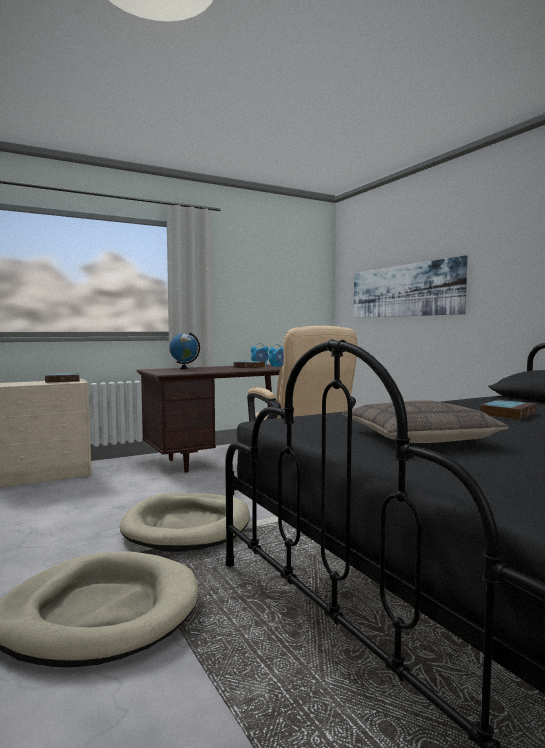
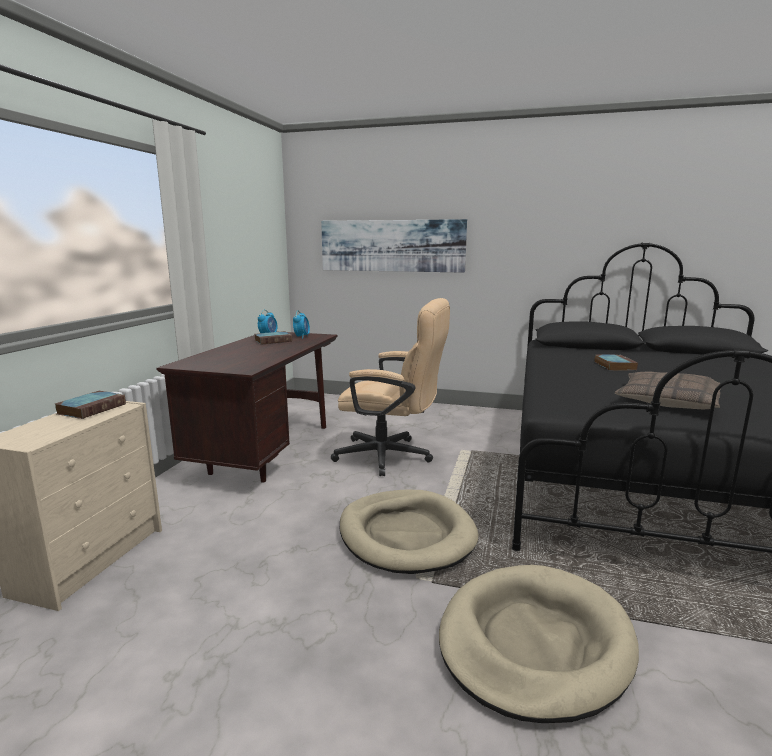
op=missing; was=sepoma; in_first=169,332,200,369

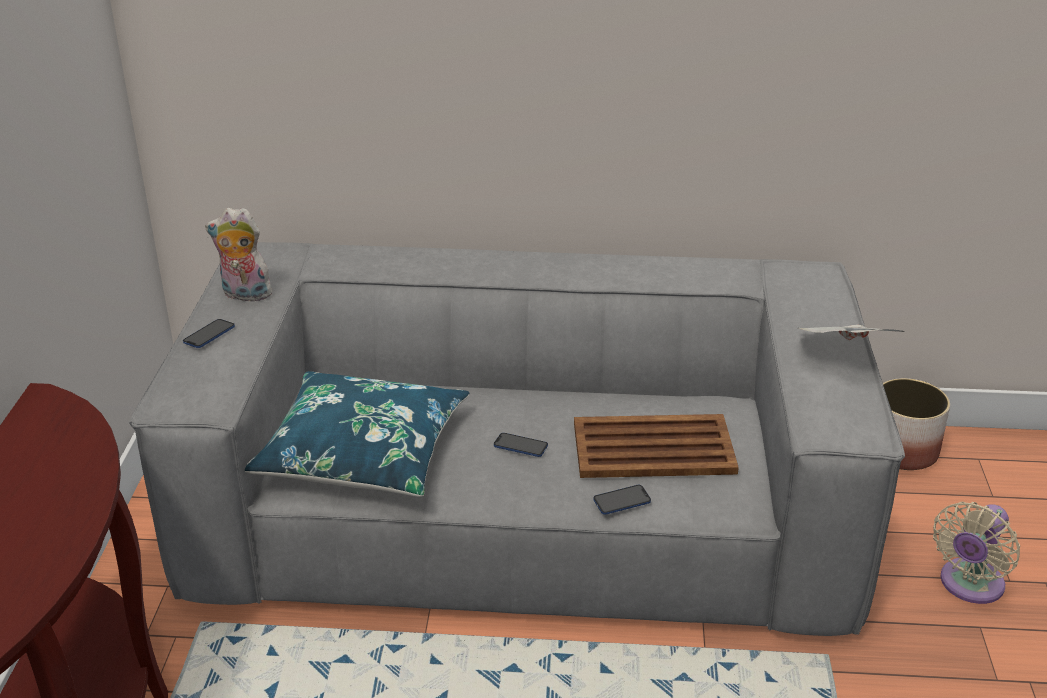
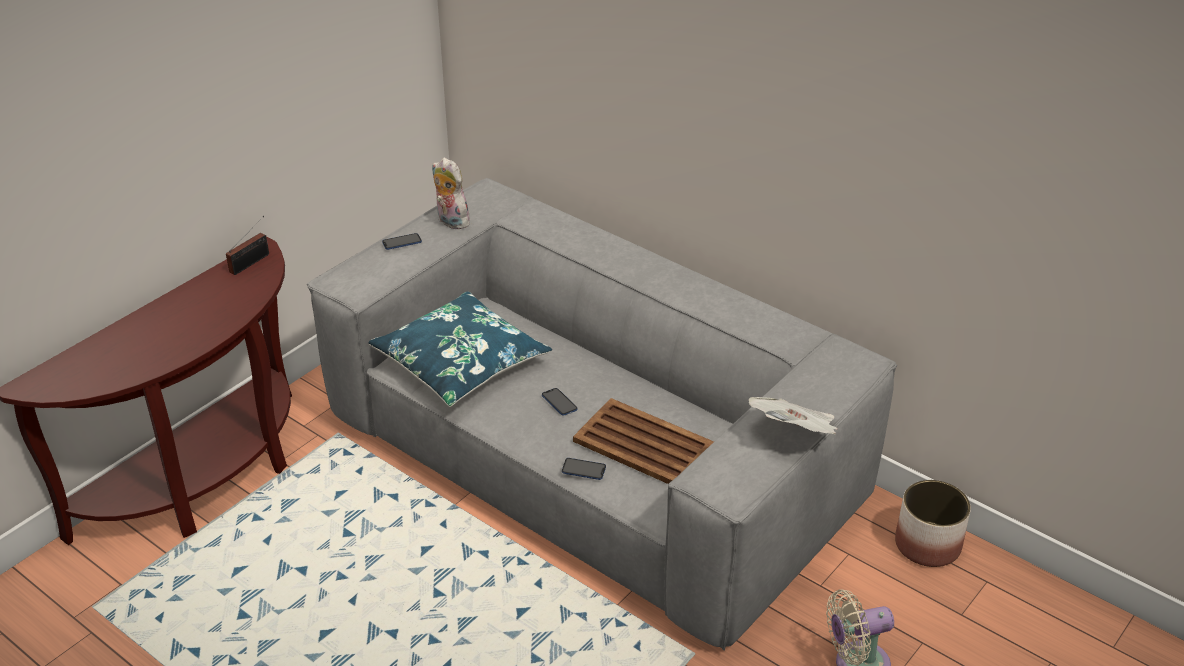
op=appeared; now=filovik; in_second=226,216,269,275

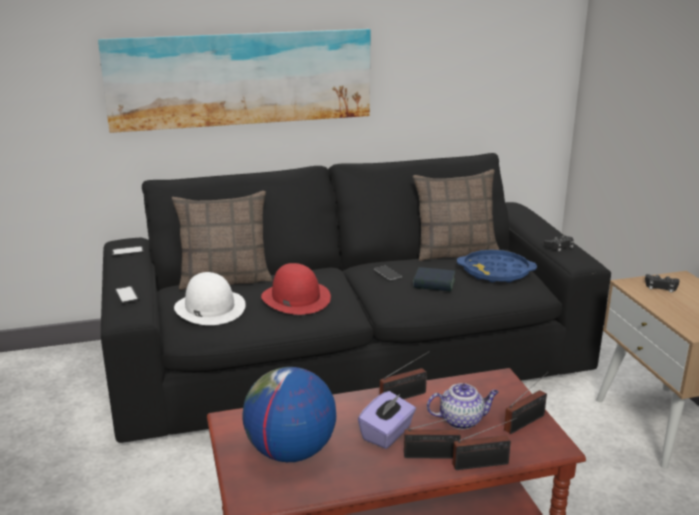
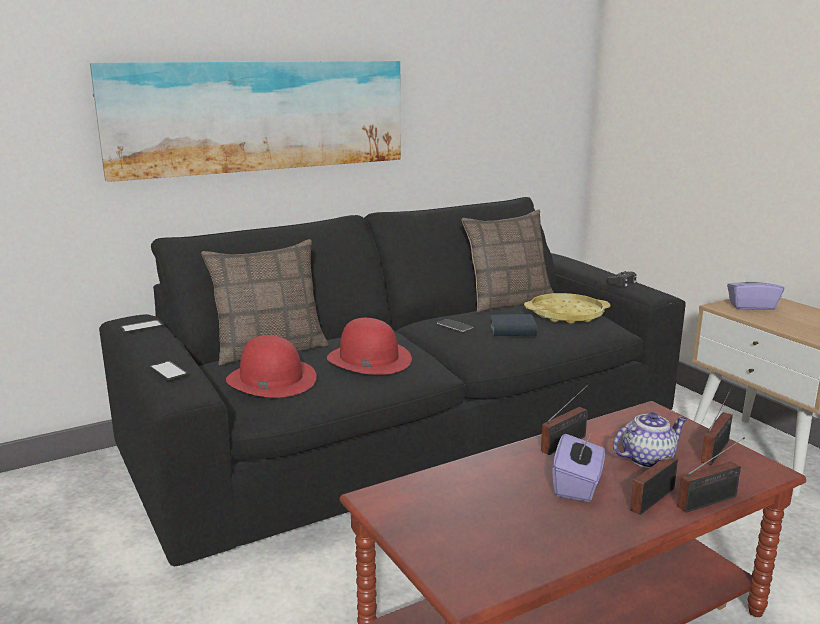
op=colour; was=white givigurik; now=red givigurik; in_first=174,272,246,325; in_second=226,335,317,398
op=missing; was=sepoma; in_first=242,367,336,462
op=spun; was=filovik; in_first=404,413,468,459; in_second=630,456,678,515; clockwise=150
op=colour; was=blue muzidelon; now=yellow muzidelon; in_first=457,250,537,283; in_second=524,293,610,324
op=exchanged; was=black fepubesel; now=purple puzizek; in_first=645,274,680,293; in_second=727,270,784,310

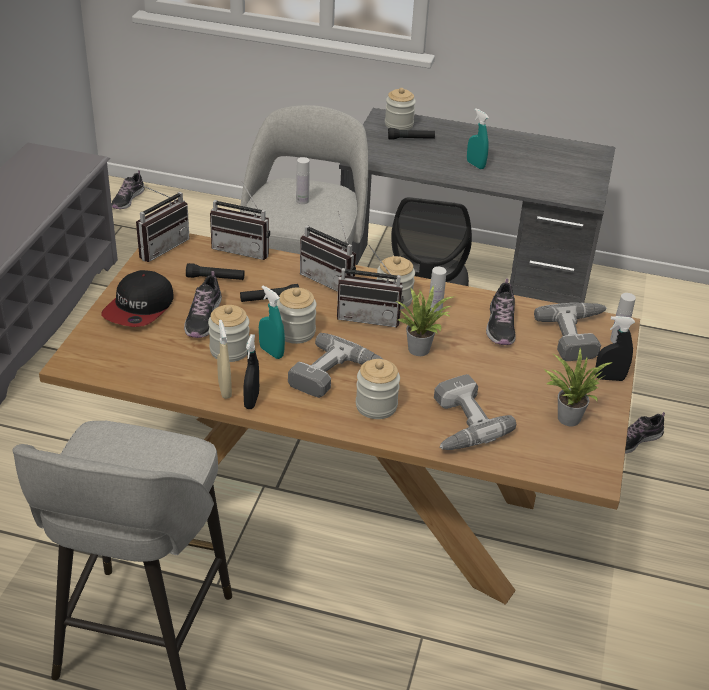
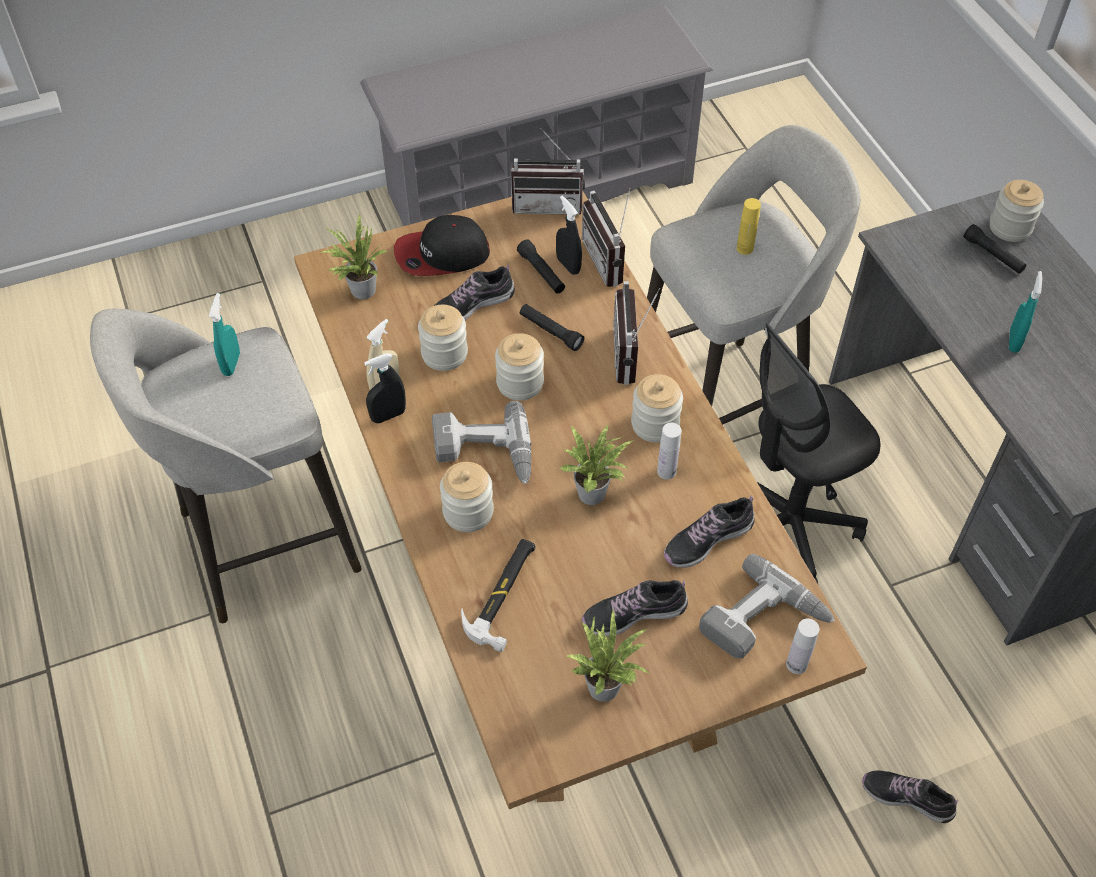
op=relocated; was=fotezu; in_first=112,170,145,209; in_second=582,580,688,636
op=relocated; was=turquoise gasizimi; in_first=259,286,285,359; in_second=209,293,240,376
op=colour; was=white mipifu; now=yellow mipifu; in_first=296,157,310,204; in_second=737,198,761,255
op=missing; was=filovik; in_first=337,245,404,327
op=exchanged; was=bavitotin; now=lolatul; in_first=434,374,516,450; in_second=461,539,536,652
op=relocated; was=black gasizimi; in_first=595,316,635,381; in_second=556,196,582,275
op=appeared; now=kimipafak; in_second=321,214,387,299

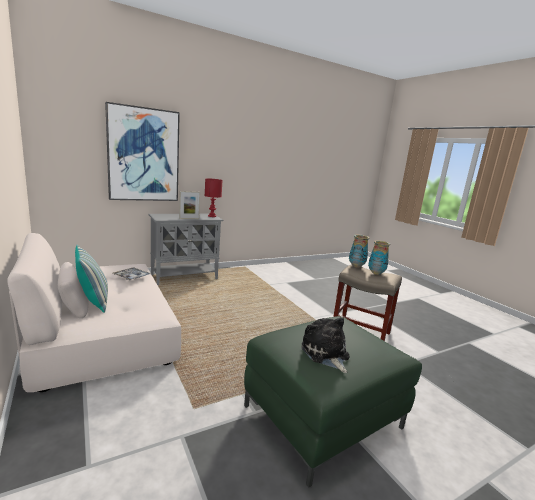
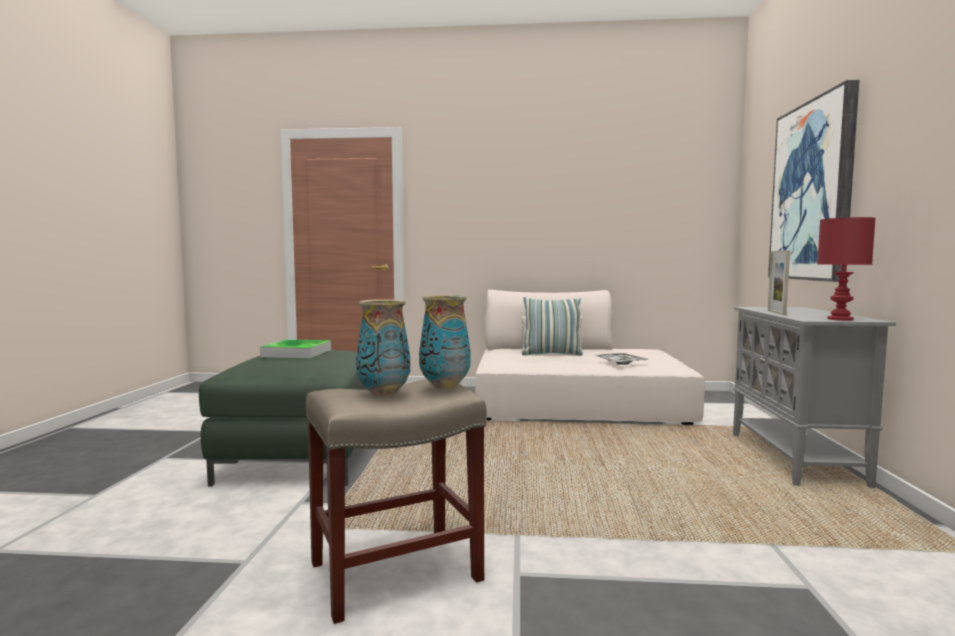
op=exchanged; was=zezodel; now=muzidelon; in_first=302,317,350,373; in_second=260,339,331,358

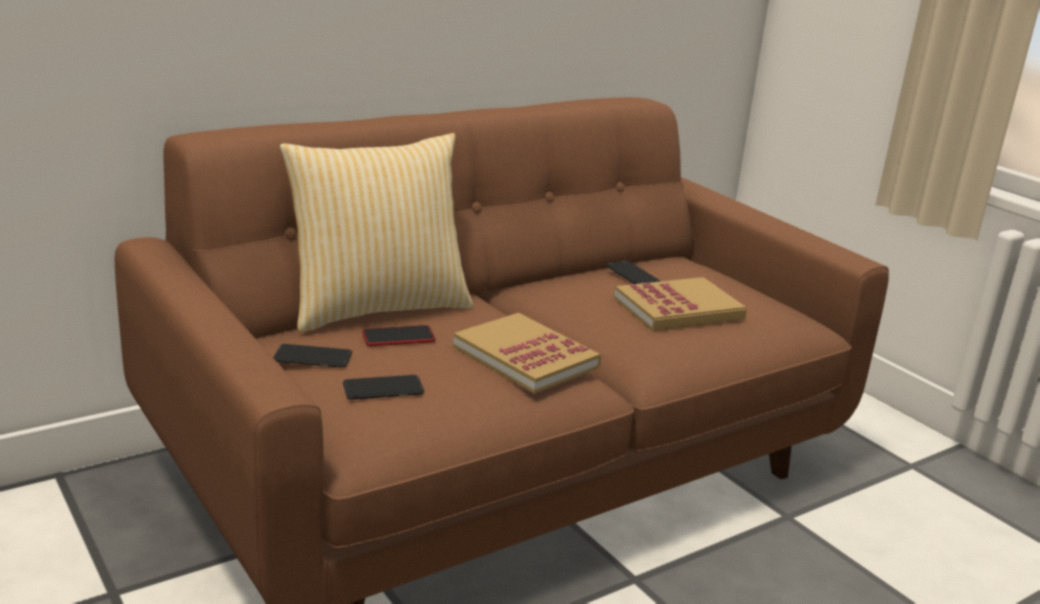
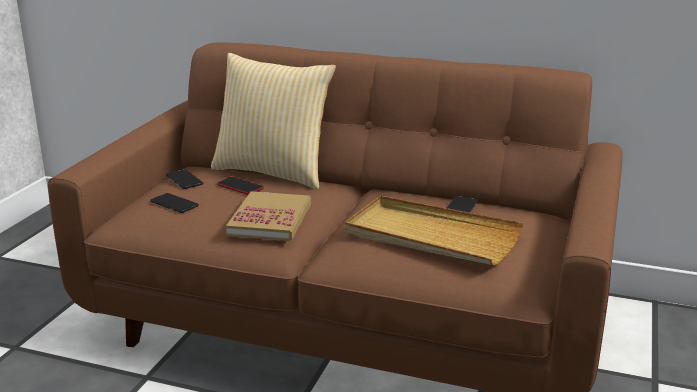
op=exchanged; was=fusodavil; now=beige muzidelon; in_first=614,277,747,331; in_second=345,196,524,265

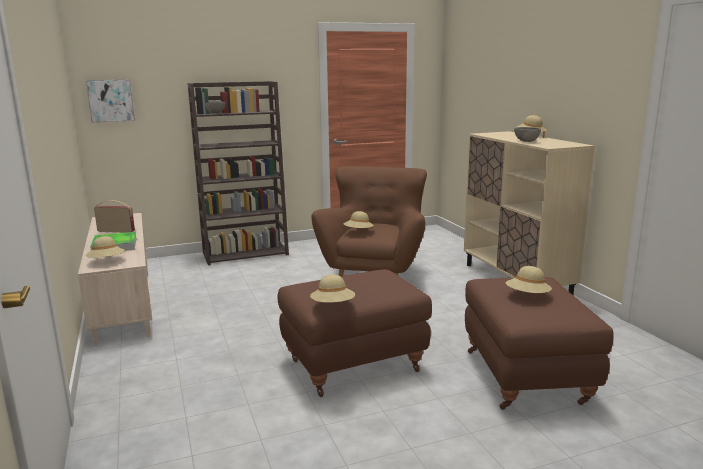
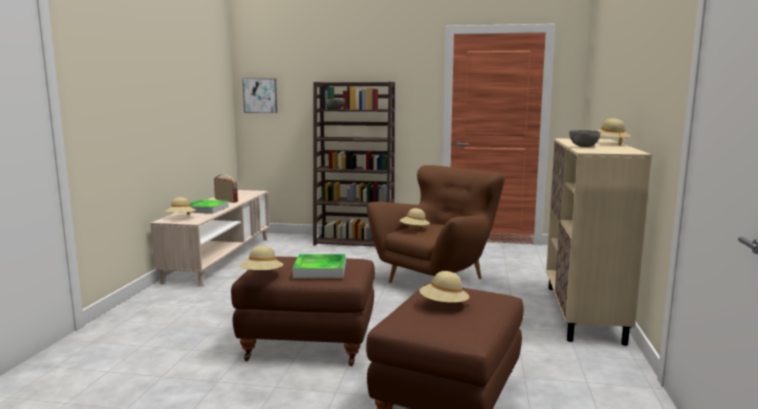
op=appeared; now=muzidelon; in_second=292,254,346,278

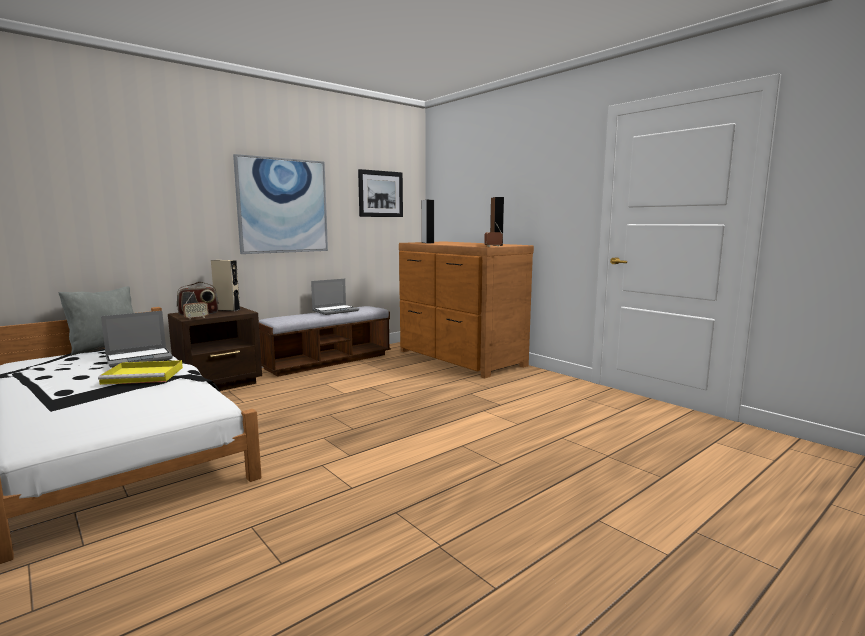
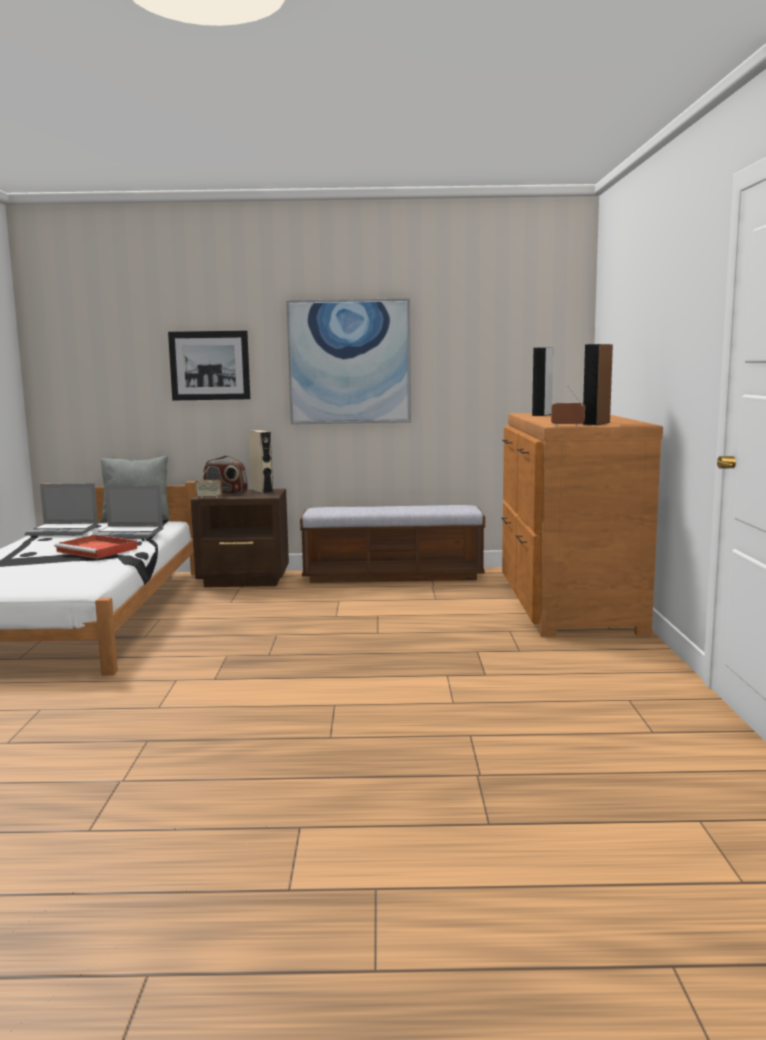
op=colour; was=yellow muzidelon; now=red muzidelon; in_first=98,360,183,385; in_second=54,535,137,559
op=relocated; was=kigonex; in_first=311,279,359,315; in_second=26,483,98,536
op=relocated; was=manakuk; in_first=358,169,403,217; in_second=168,331,250,400

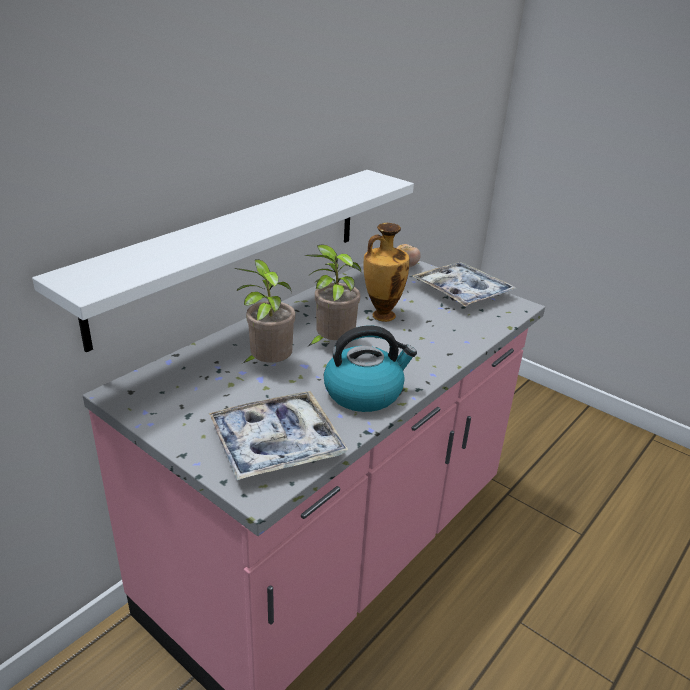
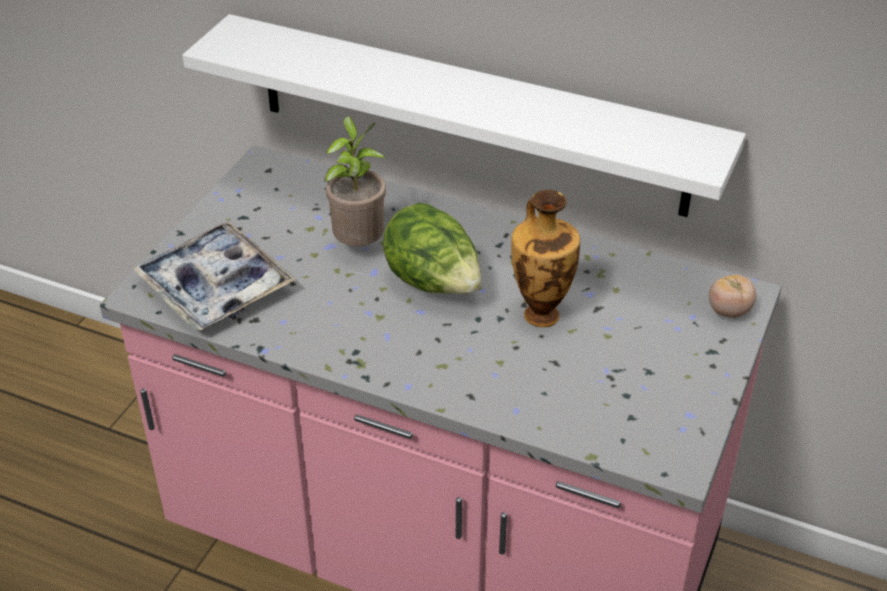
op=exchanged; was=kimipafak; now=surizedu; in_first=304,244,362,347; in_second=383,203,482,294
op=missing; was=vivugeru; in_first=324,325,417,412
op=missing; was=muzidelon; in_first=412,262,517,307

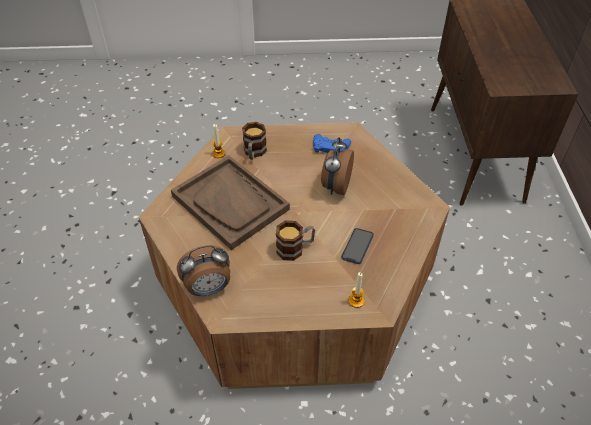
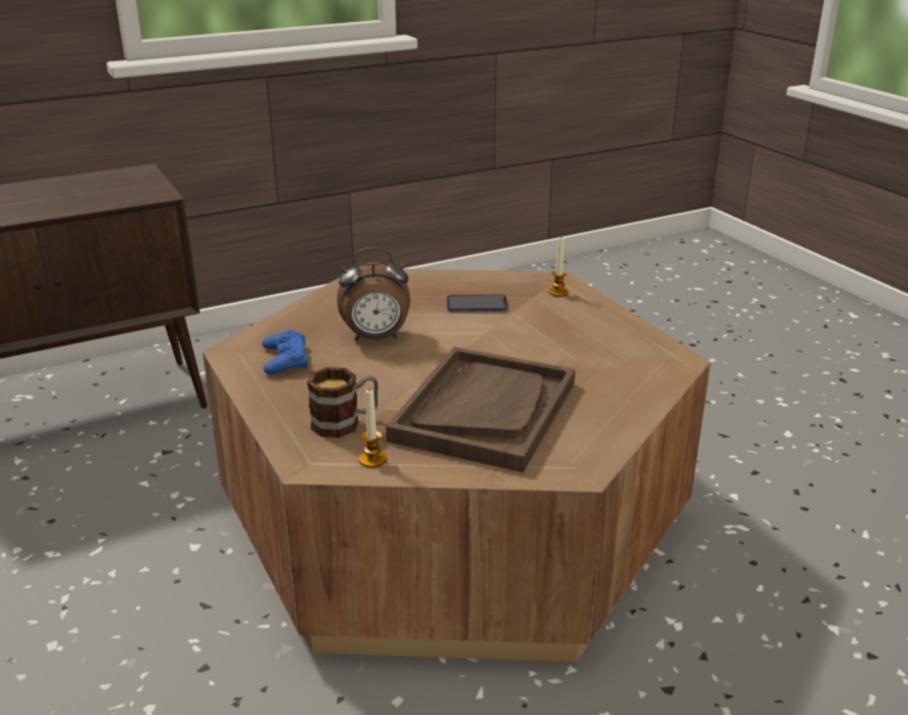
op=missing; was=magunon; in_first=177,245,230,296
op=missing; was=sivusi; in_first=276,220,315,261

